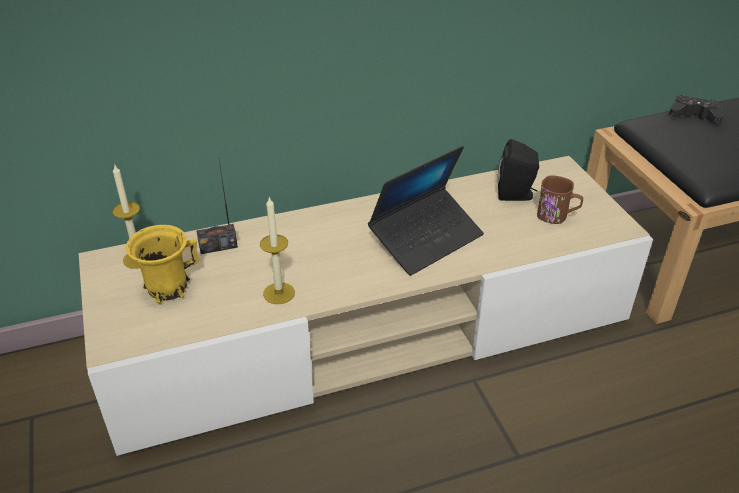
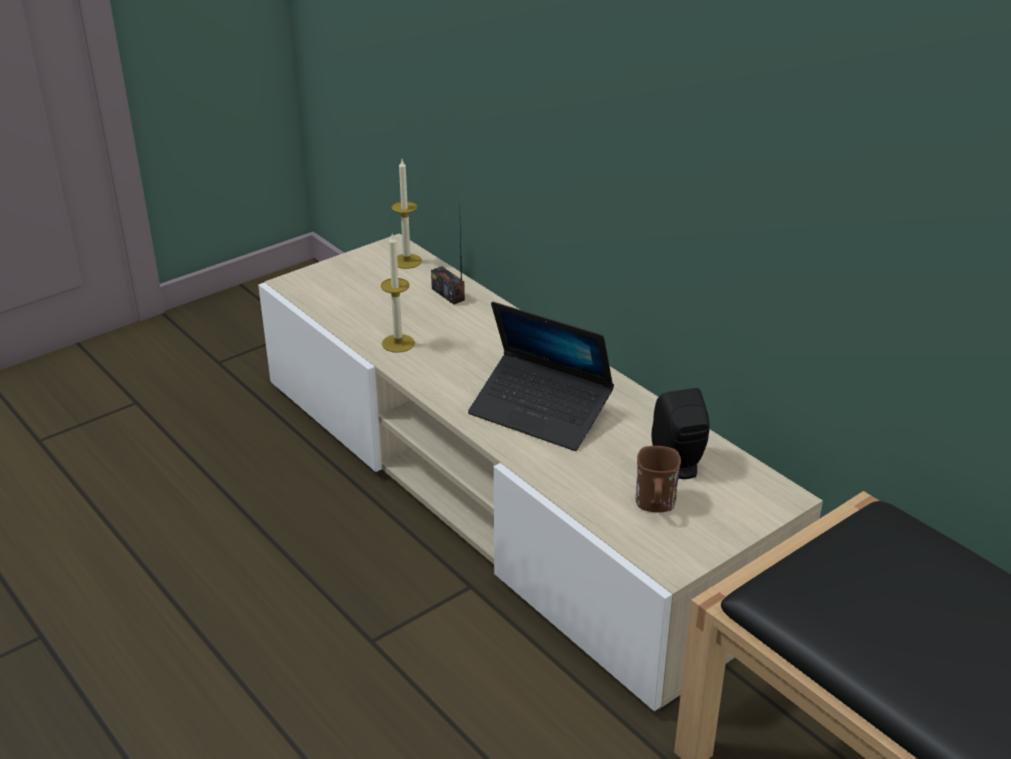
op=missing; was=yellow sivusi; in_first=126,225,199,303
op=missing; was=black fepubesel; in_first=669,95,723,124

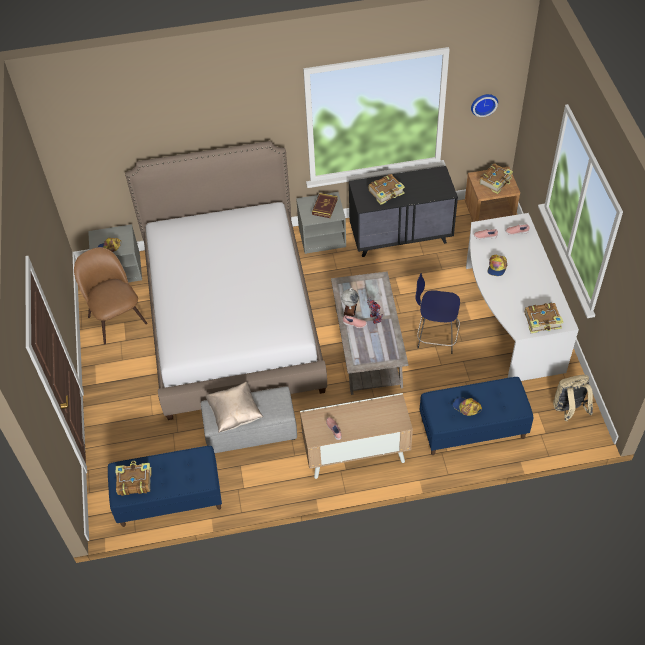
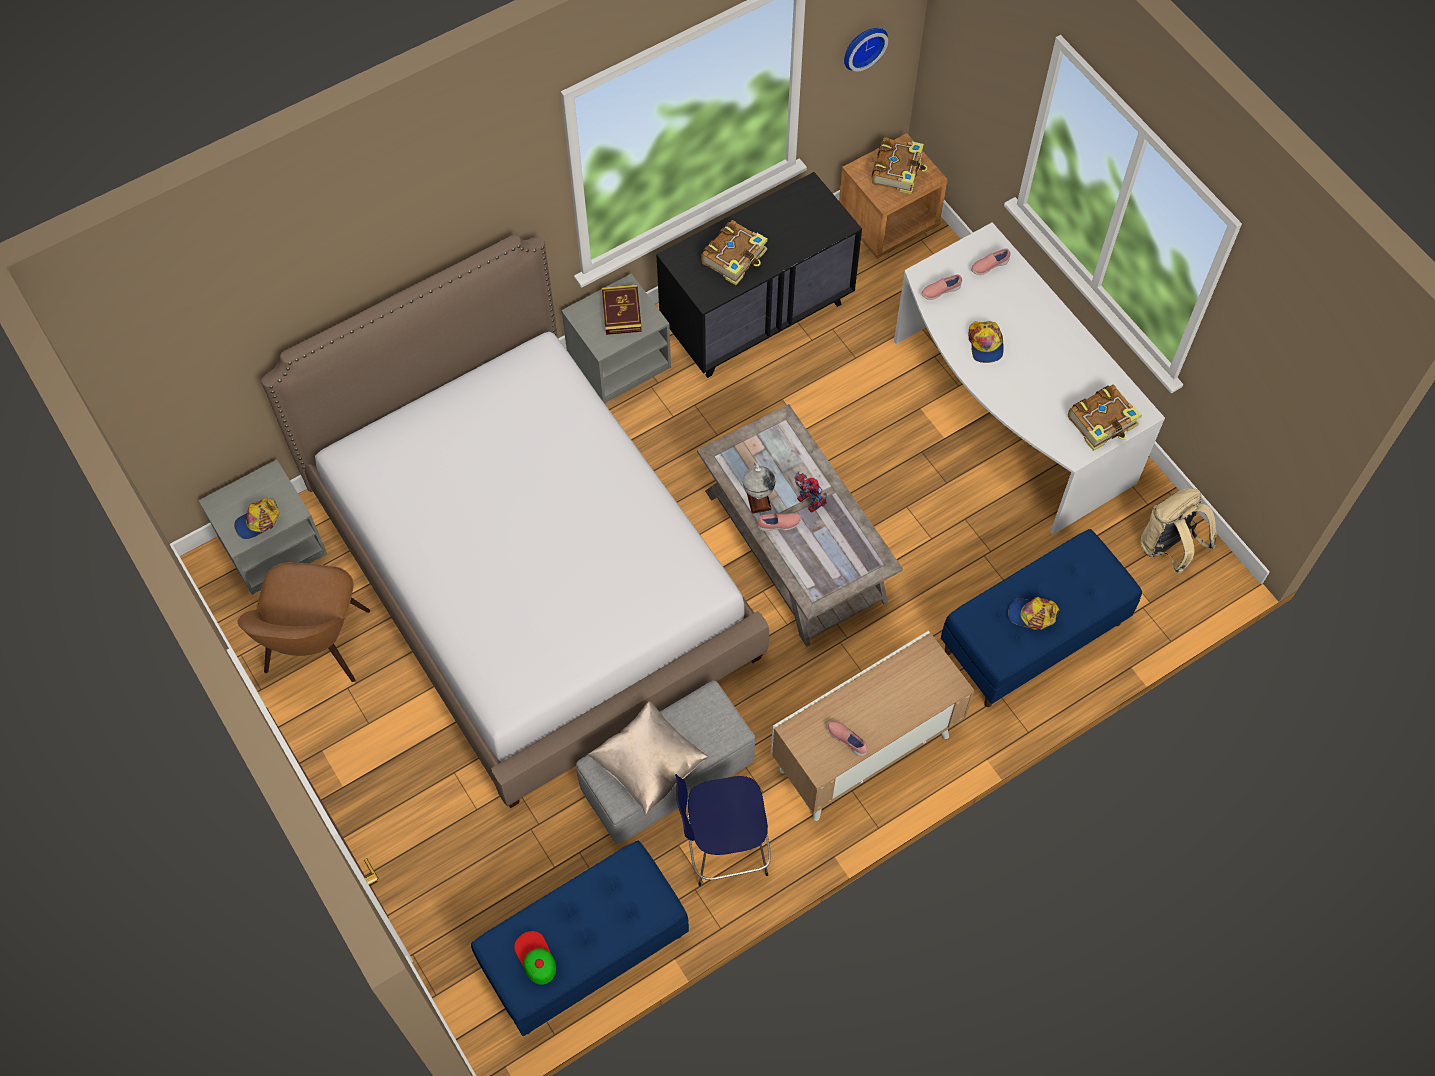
op=spun; was=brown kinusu; in_first=74,247,148,345; in_second=238,562,370,682; clockwise=-120
op=exchanged; was=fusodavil; now=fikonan; in_first=116,461,152,496; in_second=514,931,556,985
op=relocated; was=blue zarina; in_first=415,273,460,354; in_second=675,774,771,886

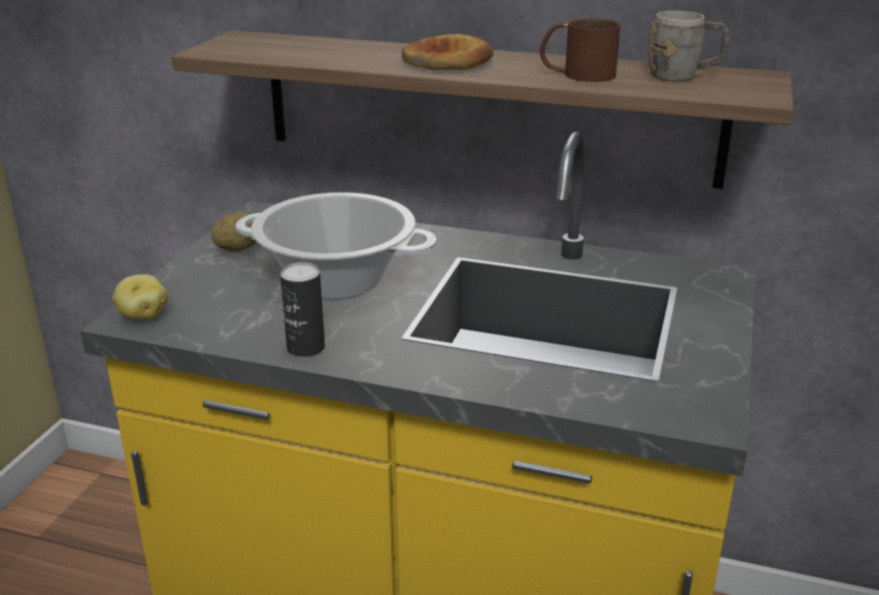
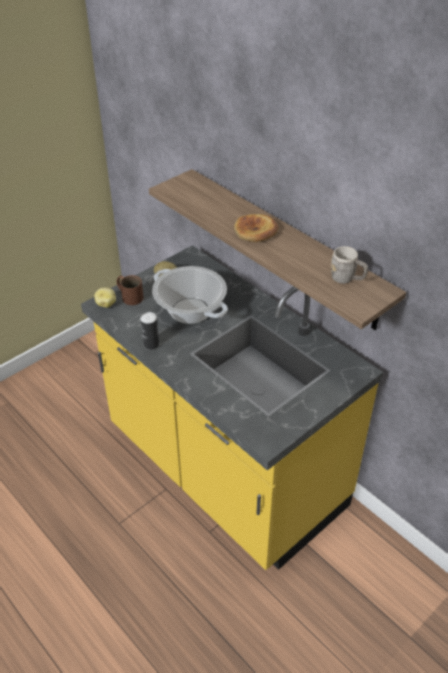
op=relocated; was=brown sivusi; in_first=540,18,621,82; in_second=117,275,144,305

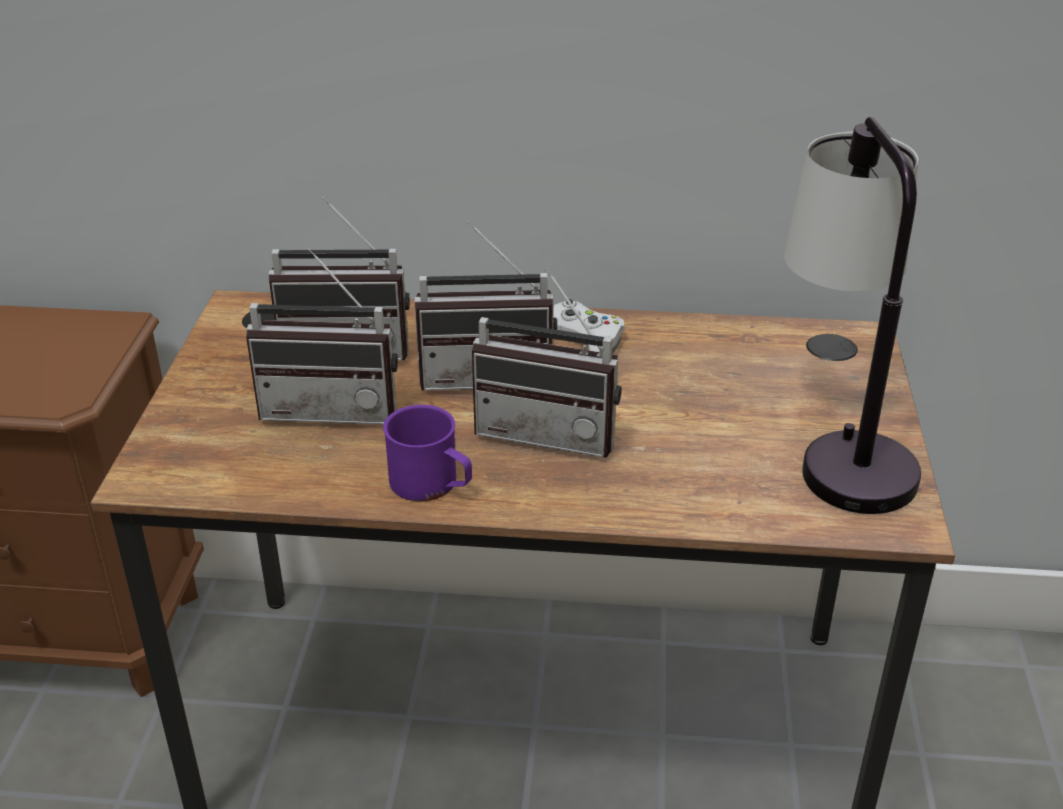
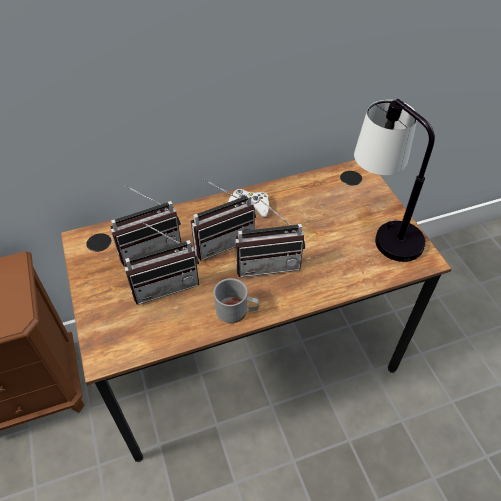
op=colour; was=purple sivusi; now=grey sivusi; in_first=383,405,472,502; in_second=213,278,259,323

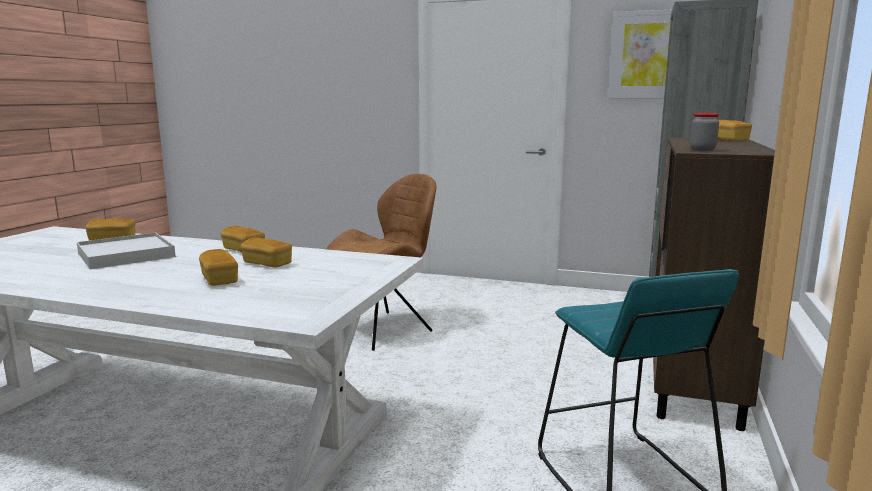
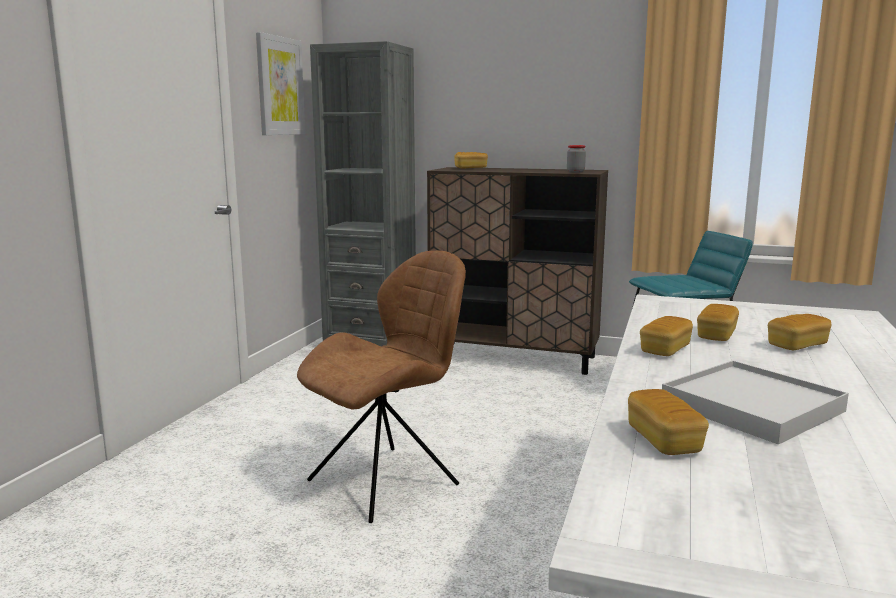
op=spun; was=brown kinusu; in_first=326,174,436,351; in_second=297,251,466,523; clockwise=90

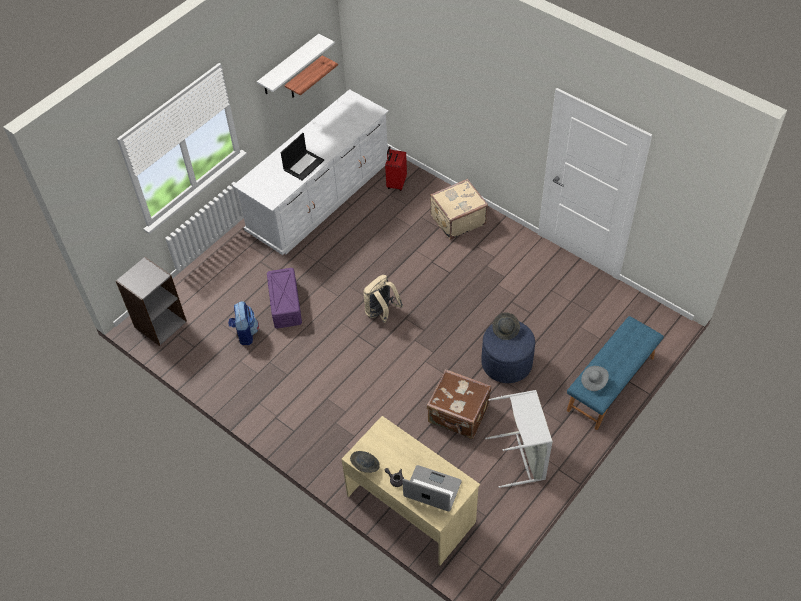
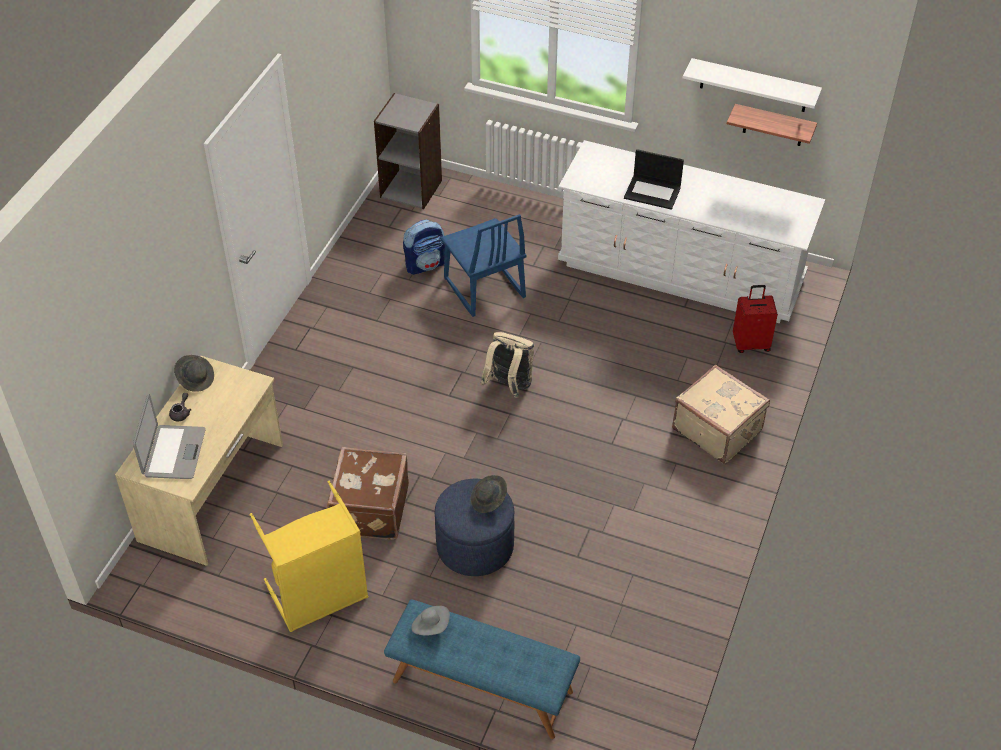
op=exchanged; was=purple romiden; now=blue kinusu; in_first=267,268,302,328; in_second=440,214,527,317
op=colour; was=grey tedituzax; now=yellow tedituzax; in_first=485,390,553,488; in_second=250,481,368,632

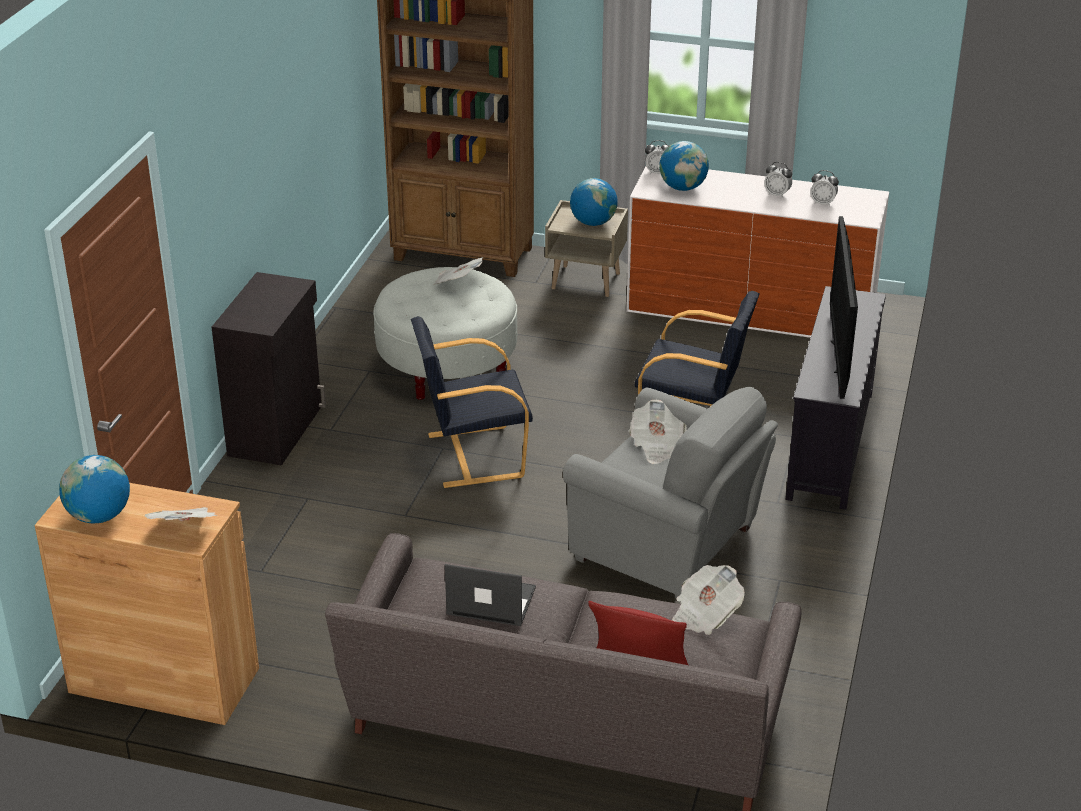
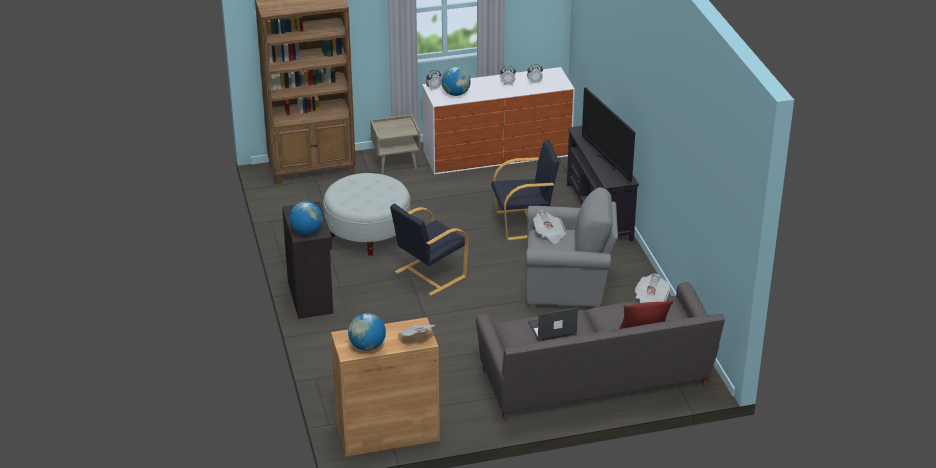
op=missing; was=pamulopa; in_first=433,257,484,285
op=relocated; was=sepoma; in_first=570,178,618,226; in_second=289,201,323,235

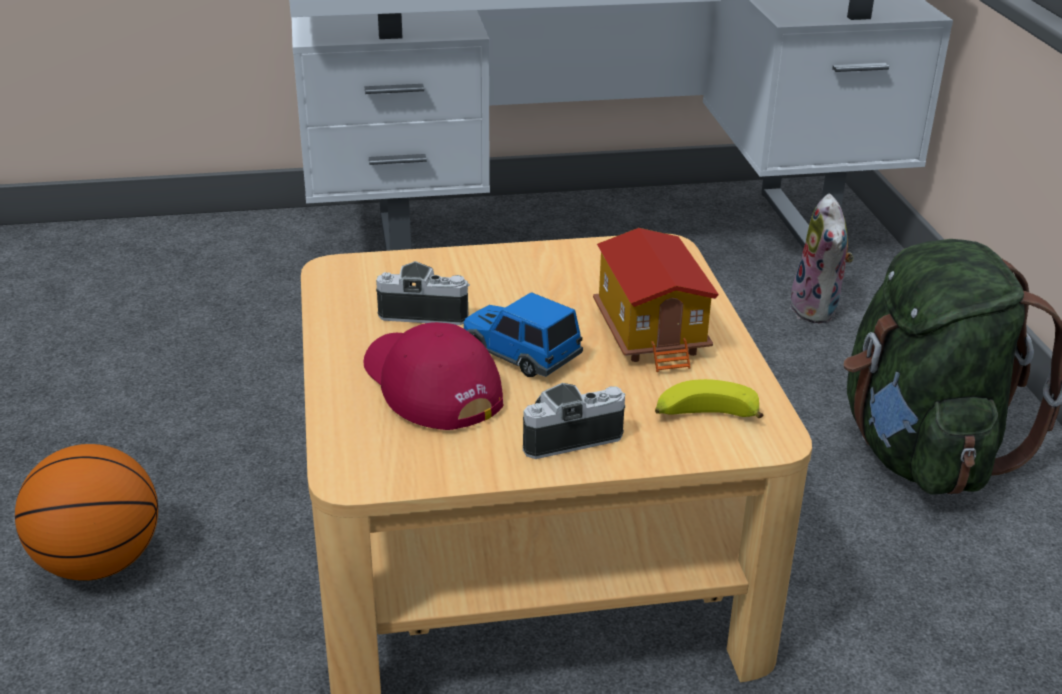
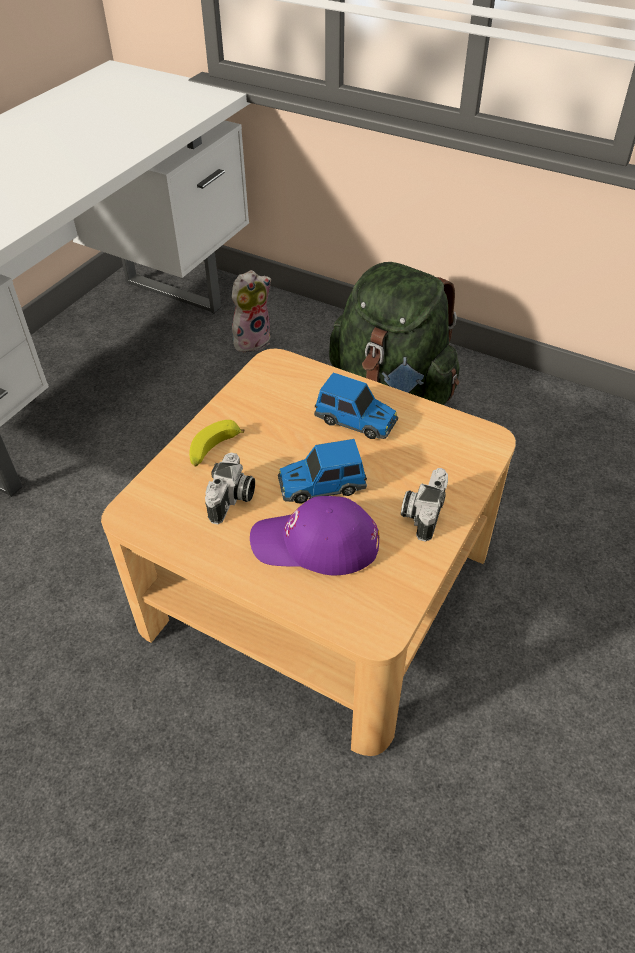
op=missing; was=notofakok; in_first=15,444,158,581
op=colour; was=red fikonan; now=purple fikonan; in_first=364,322,503,430; in_second=250,496,379,575
op=spun; was=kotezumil; in_first=376,261,470,325; in_second=205,453,255,524; clockwise=150
op=exchanged; was=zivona; now=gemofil; in_first=593,228,719,372; in_second=314,373,398,439
op=relocated; was=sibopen; in_first=655,379,763,418; in_second=189,420,244,466
op=spun; was=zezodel; in_first=790,194,854,324; in_second=232,270,271,352; clockwise=-75

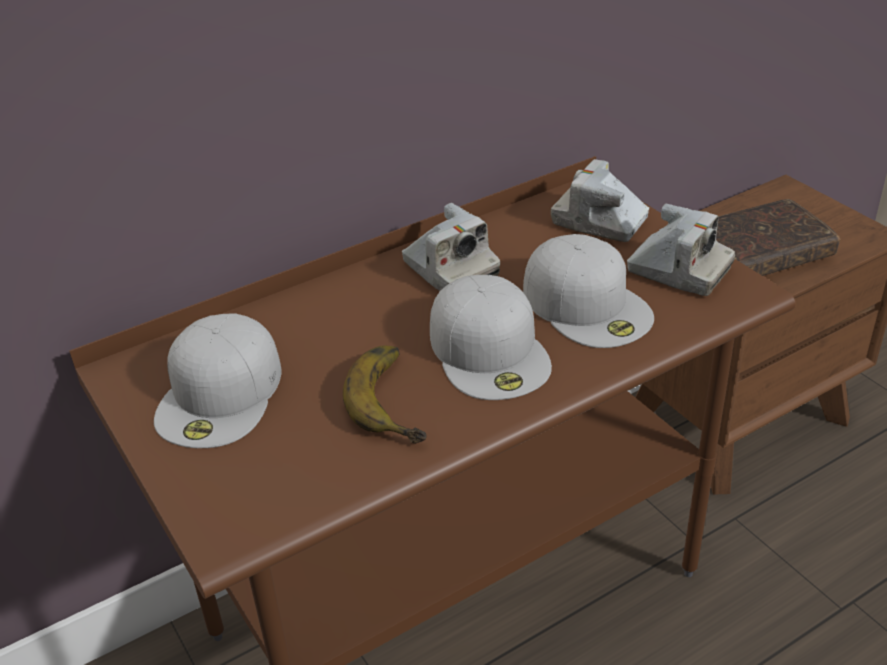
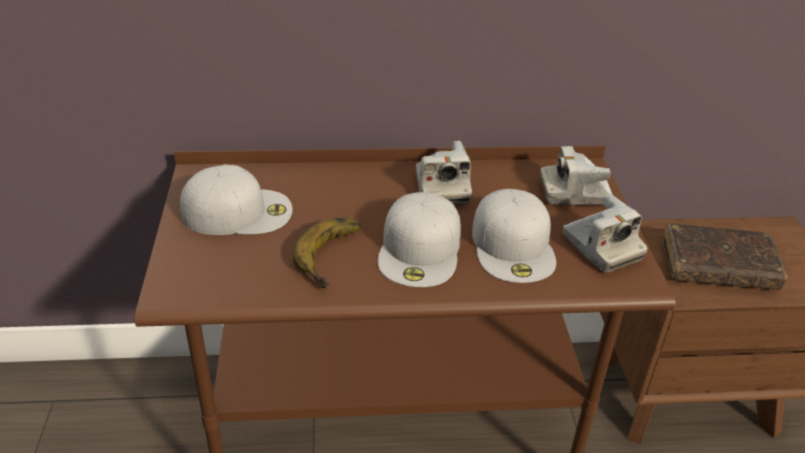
op=spun; was=white fikonan; in_first=154,313,282,448; in_second=180,164,293,235; clockwise=-135
op=spun; was=kotezumil; in_first=551,159,649,242; in_second=540,146,613,206; clockwise=-60

